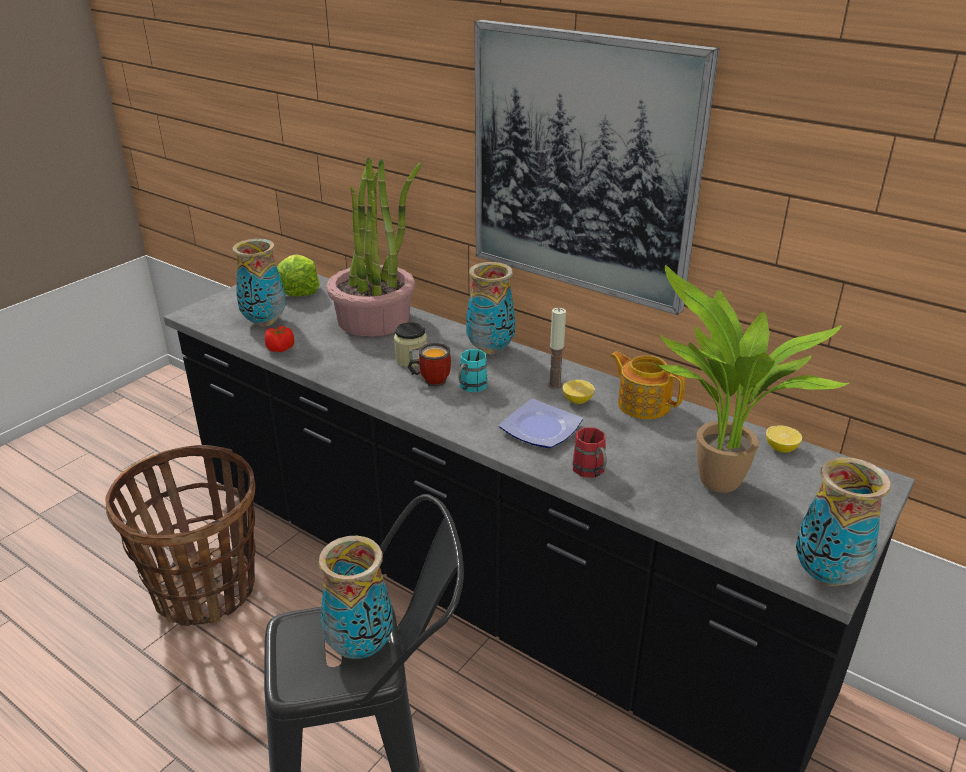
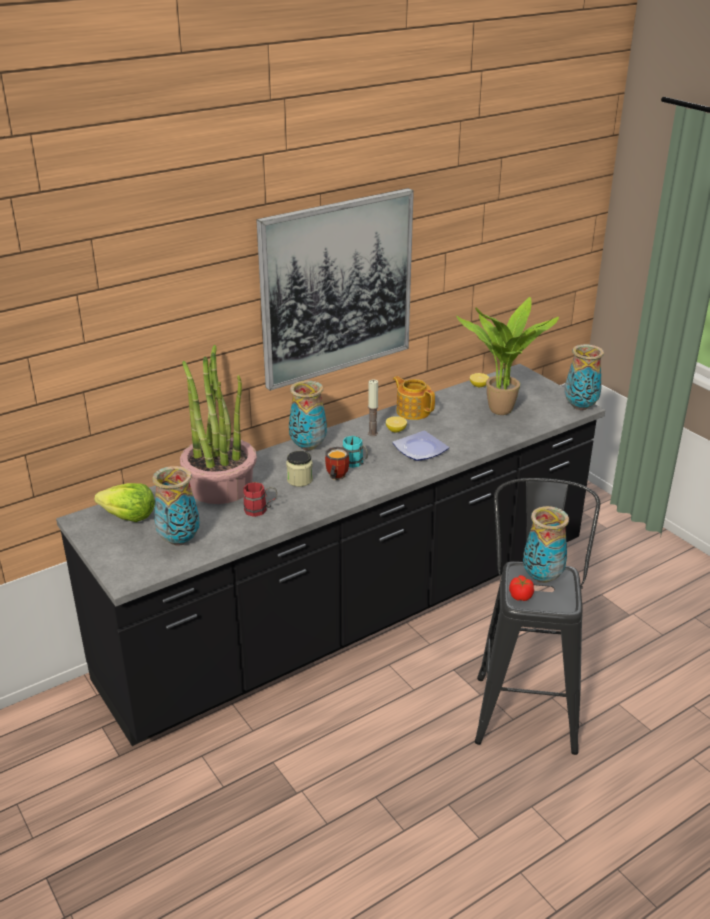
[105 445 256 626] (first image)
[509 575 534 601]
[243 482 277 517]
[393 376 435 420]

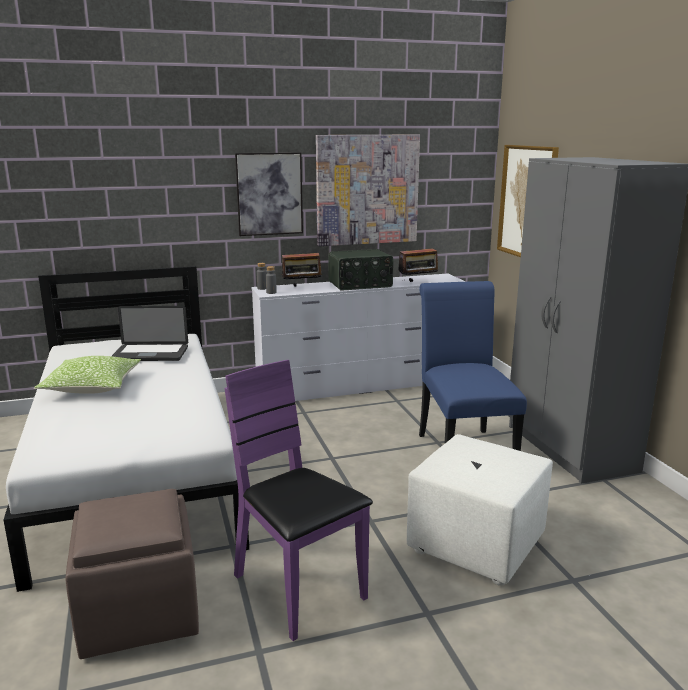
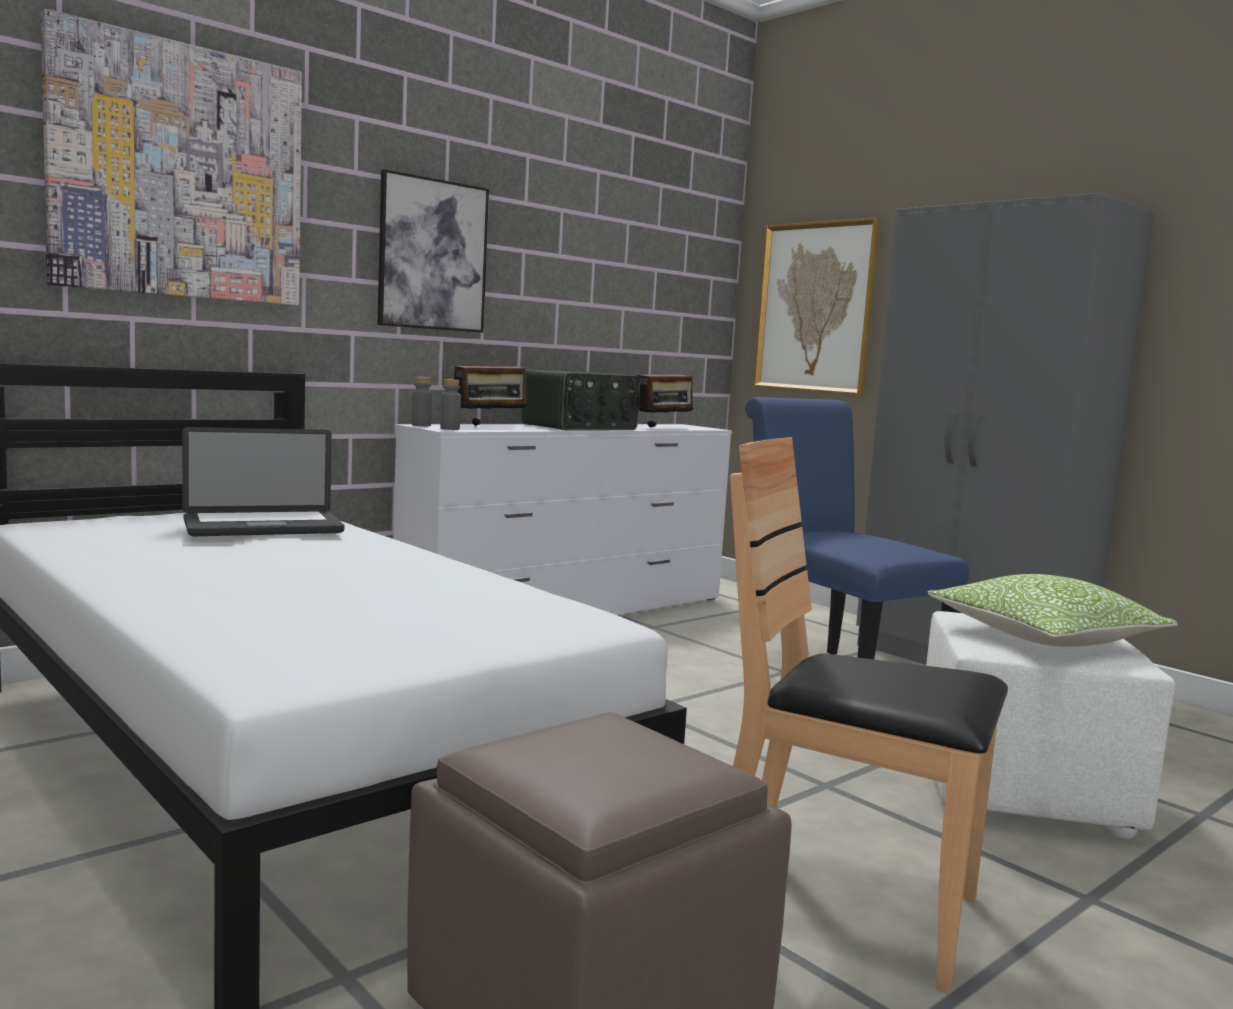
[928 574 1178 647]
[730 437 1008 993]
[41 9 302 305]

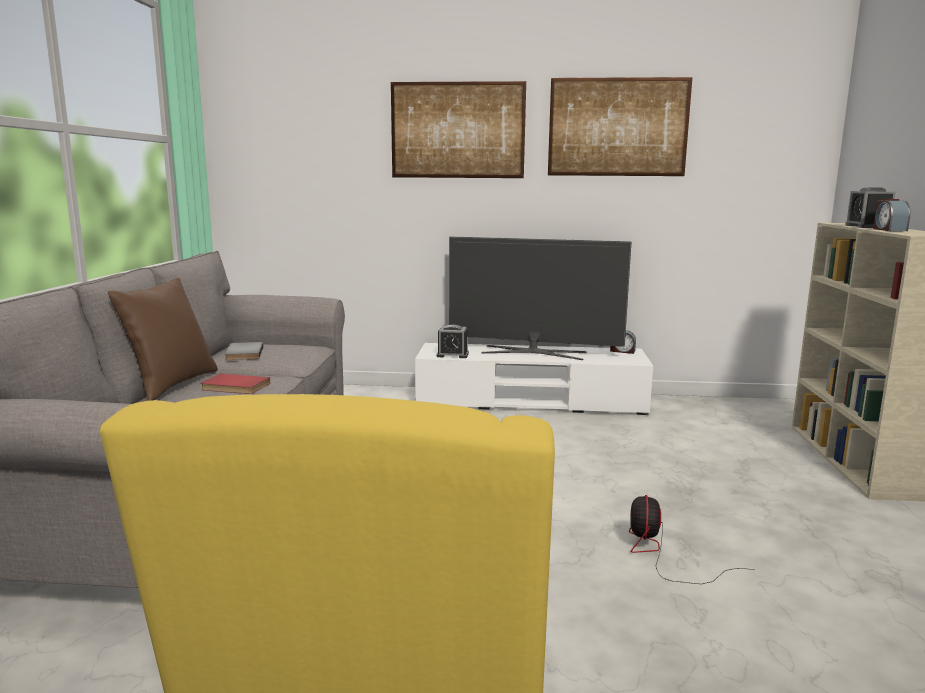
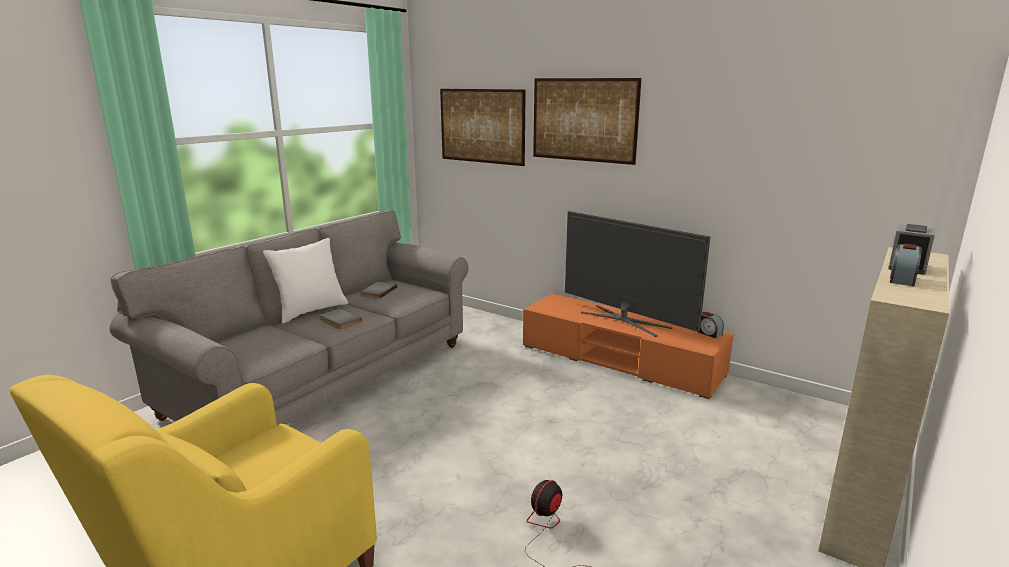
[263 238 348 324]
[319 308 362 329]
[523 293 733 399]
[436 325 469 358] (first image)
[440 89 526 166]

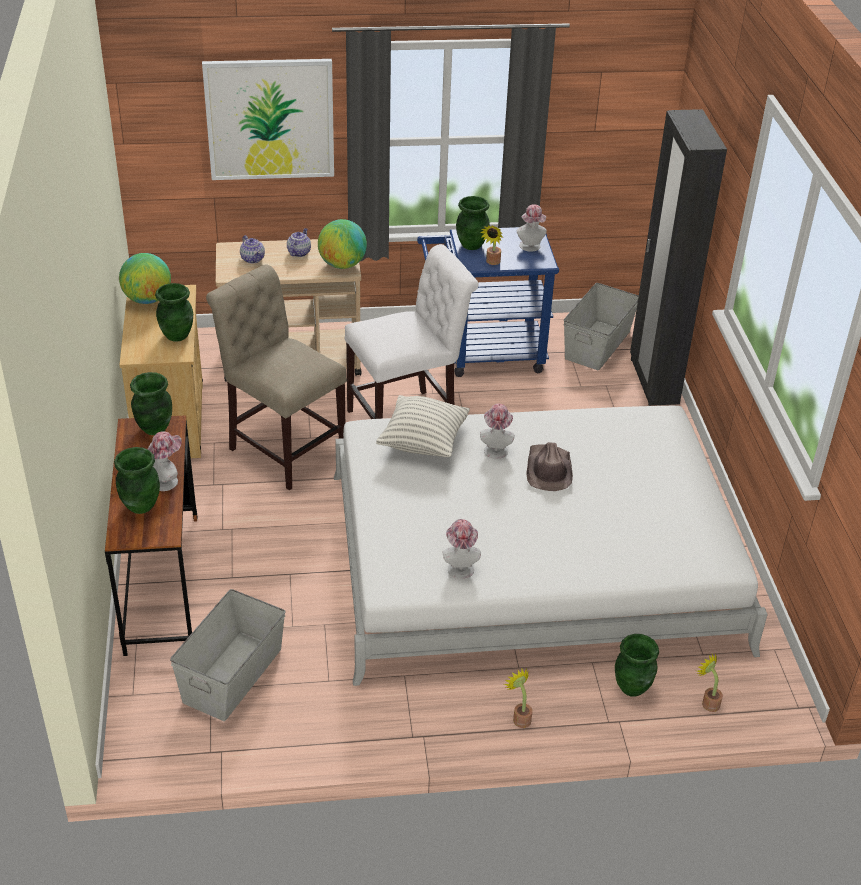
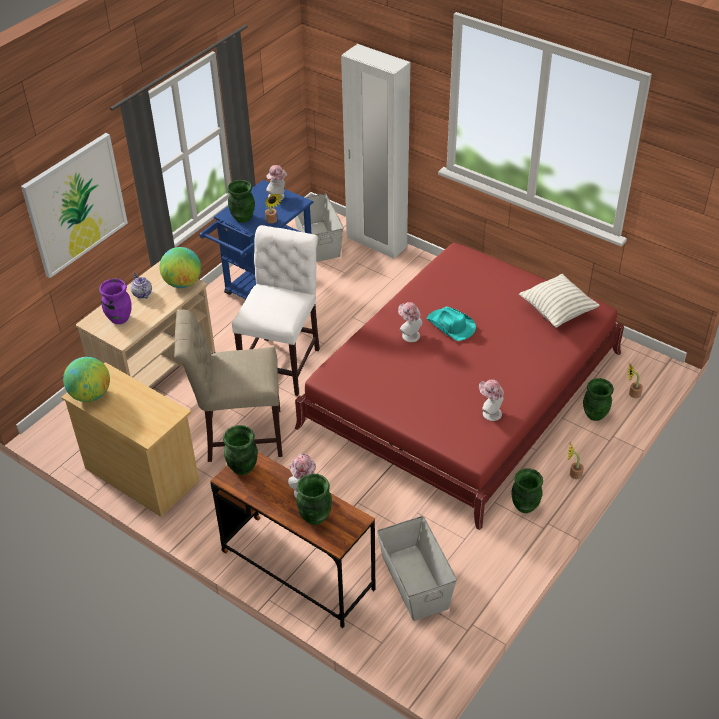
[511 468 543 513]
[99 279 132 324]
[295 243 624 530]
[519 274 600 328]
[427 306 476 341]
[341 44 410 259]

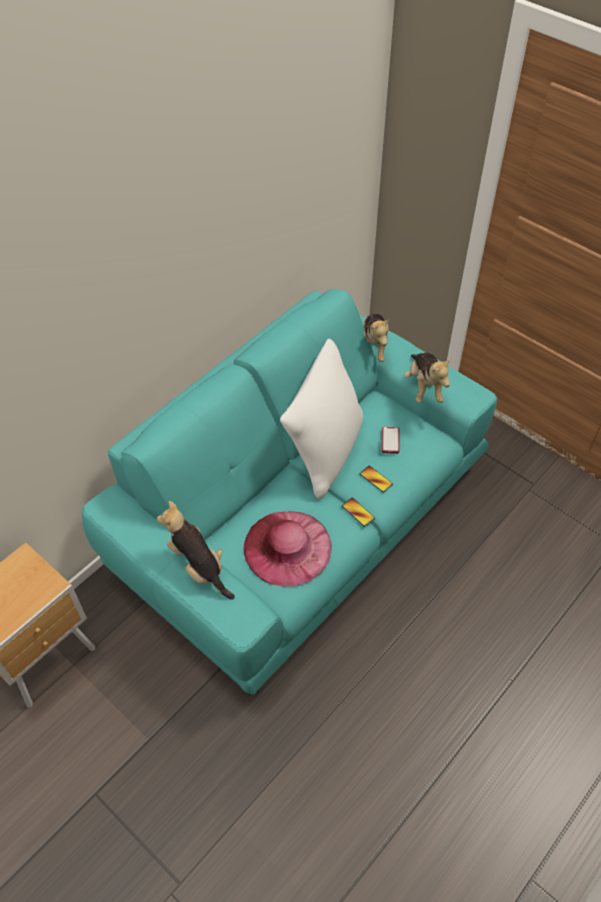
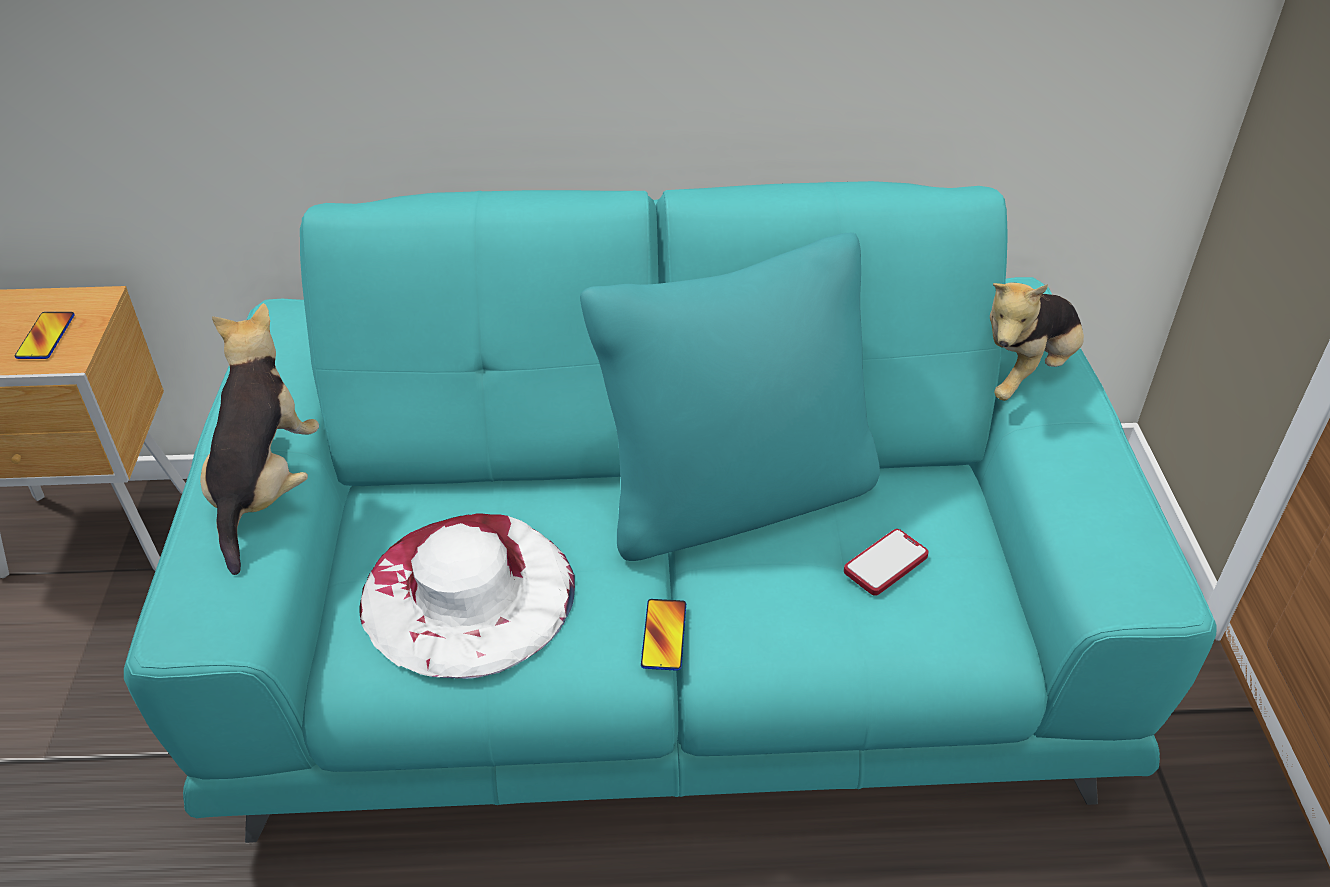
[359 513 575 679]
[580 233 880 561]
[15 312 75 359]
[404 353 451 403] (first image)

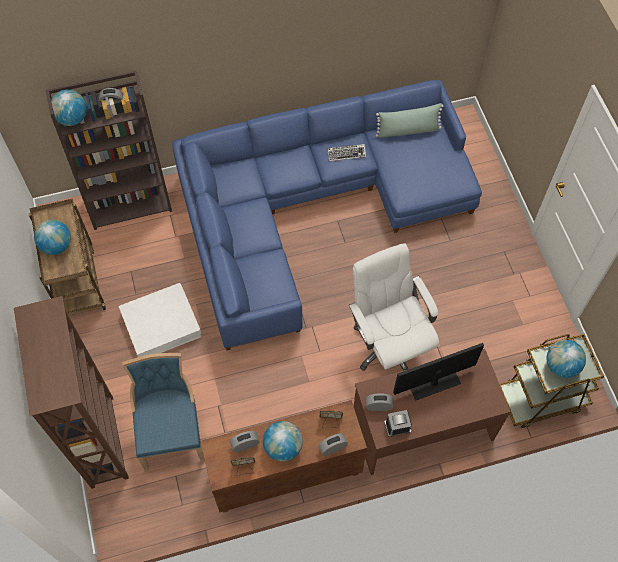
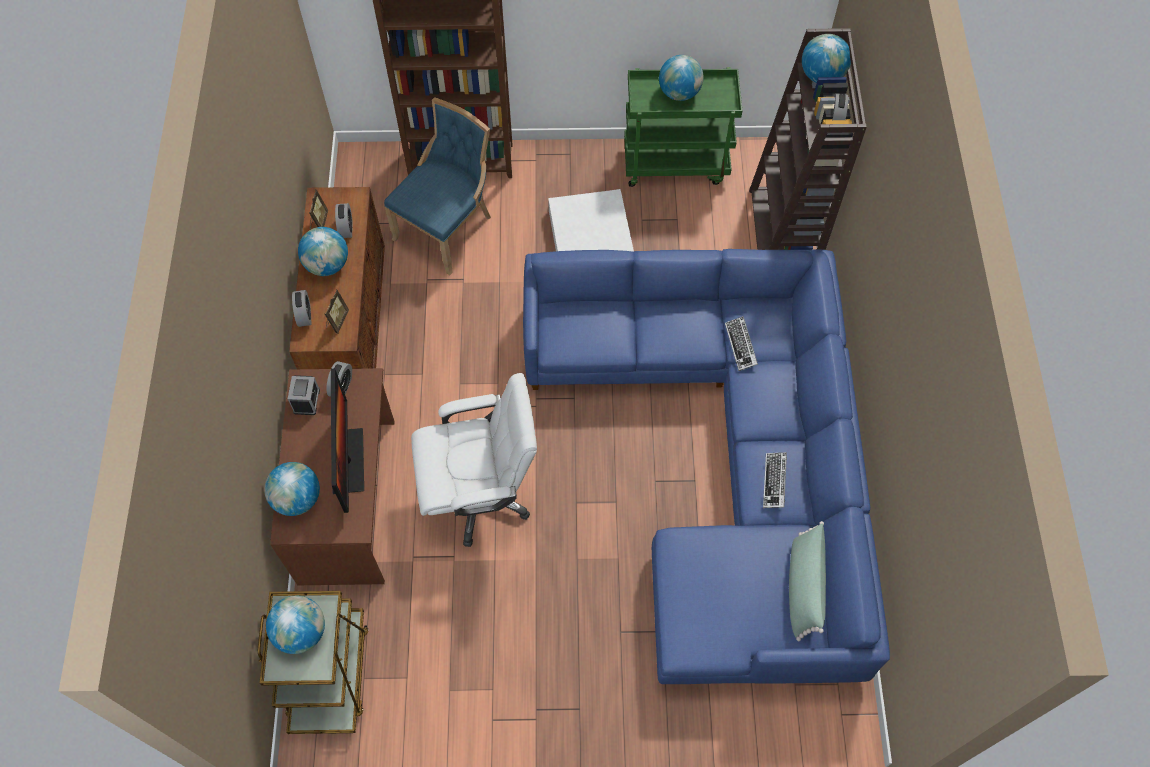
[624 67 742 187]
[384 97 491 275]
[264 462 320 516]
[725 316 758 371]

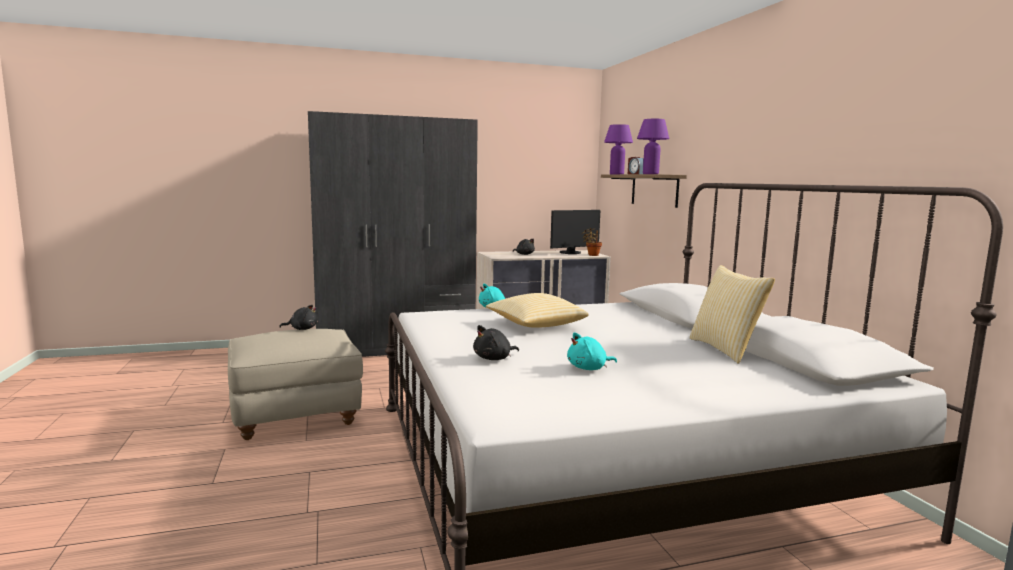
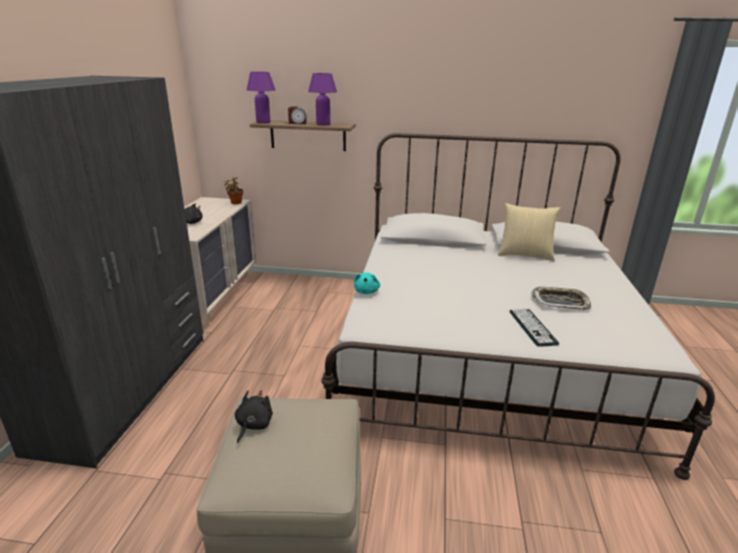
[509 308 559 347]
[486 293 589 328] (first image)
[550 210 600 254] (first image)
[531 287 591 310]

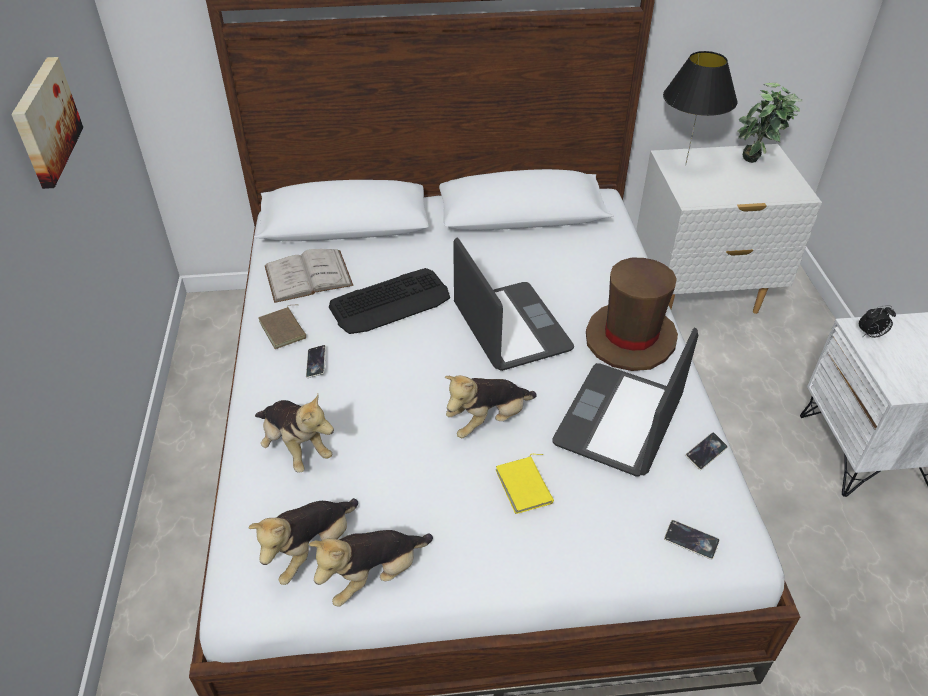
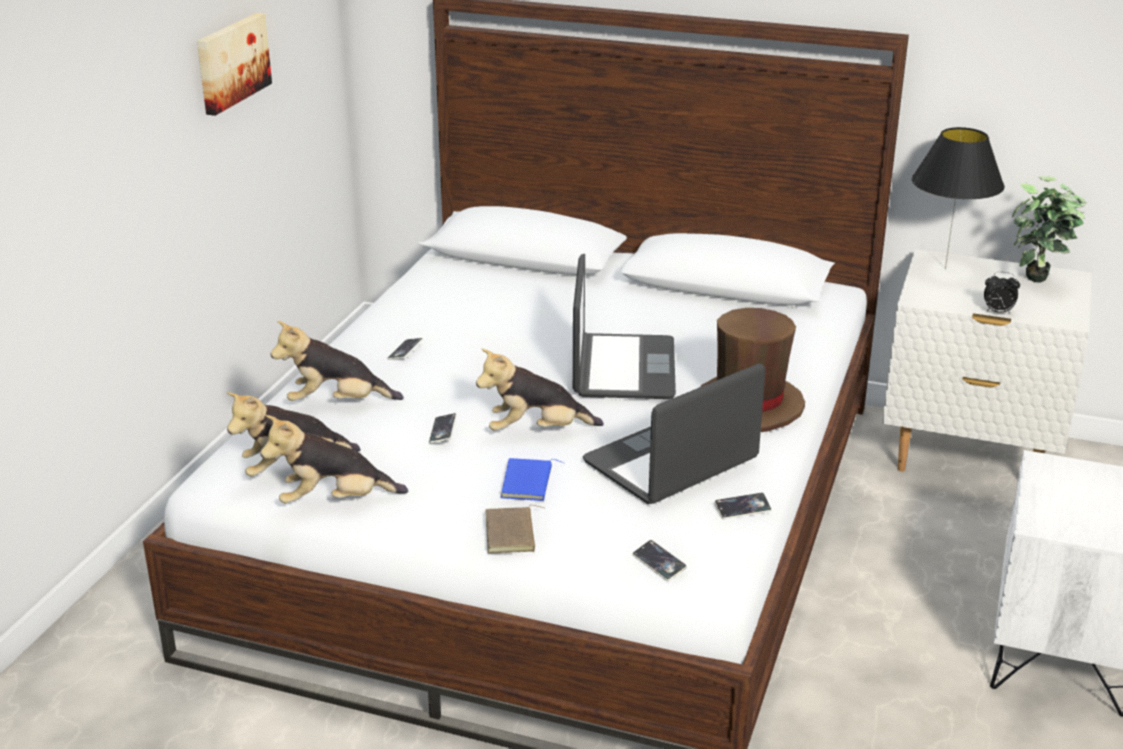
[271 321 404 401]
[485 505 545 553]
[265 249 354 303] (first image)
[329 268 450 334] (first image)
[500 458 565 501]
[984 272 1020 314]
[429 413 457 443]

